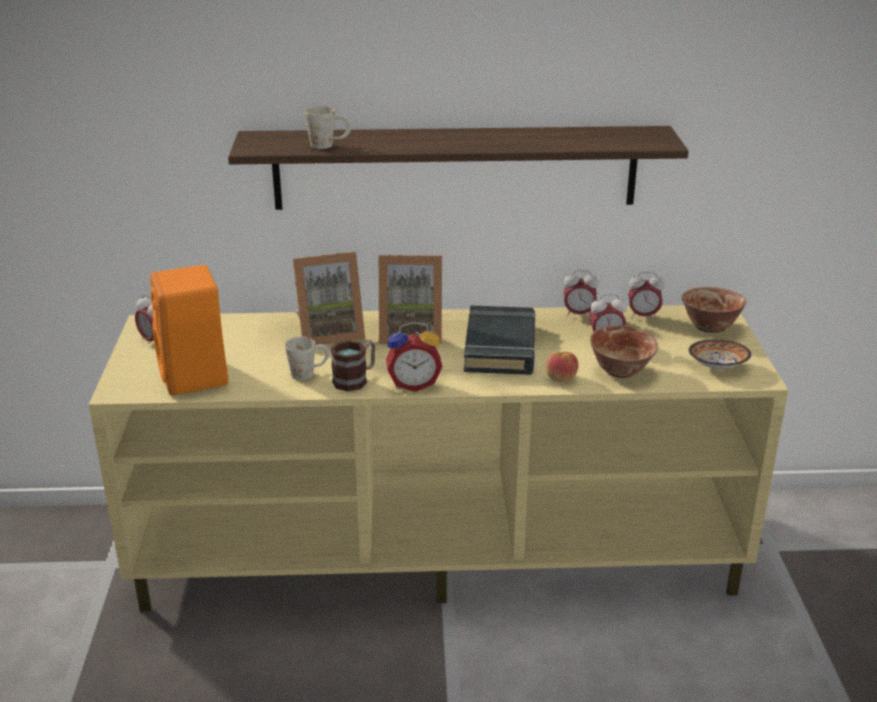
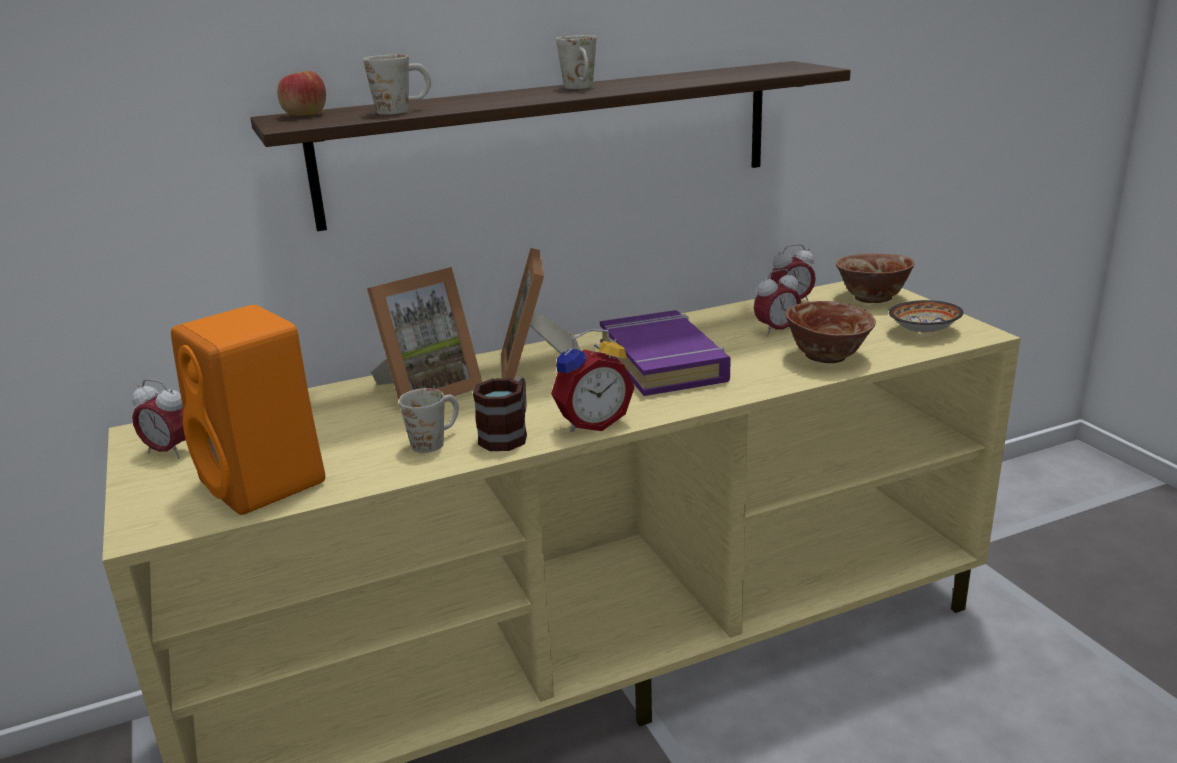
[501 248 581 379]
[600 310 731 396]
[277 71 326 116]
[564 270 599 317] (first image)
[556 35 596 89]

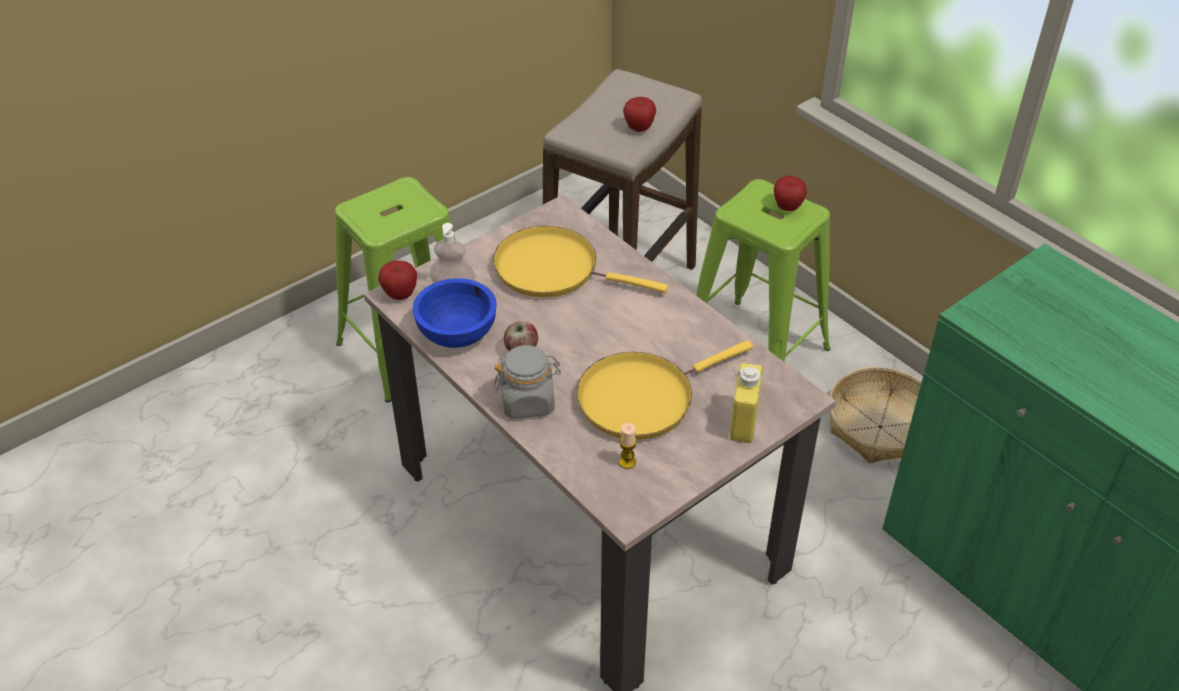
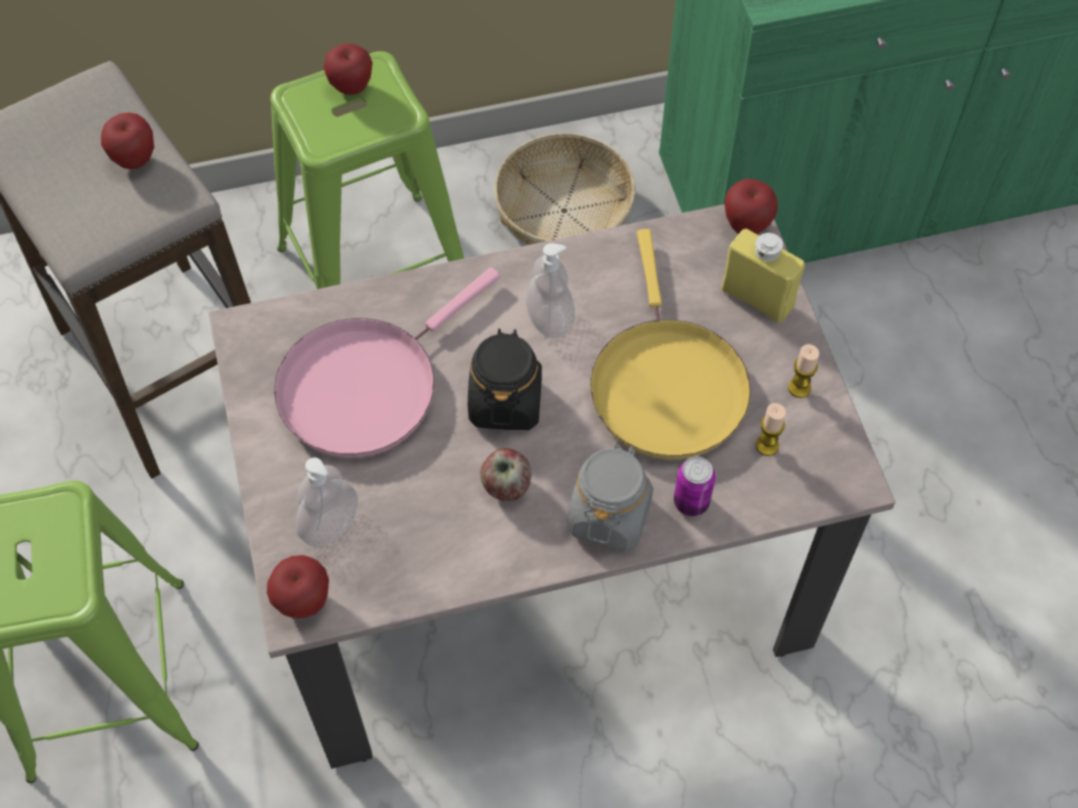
[413 278 497 348] (first image)
[274 268 500 458]
[468 329 542 430]
[526 243 575 339]
[674 457 716 516]
[725 179 778 234]
[788 344 819 398]

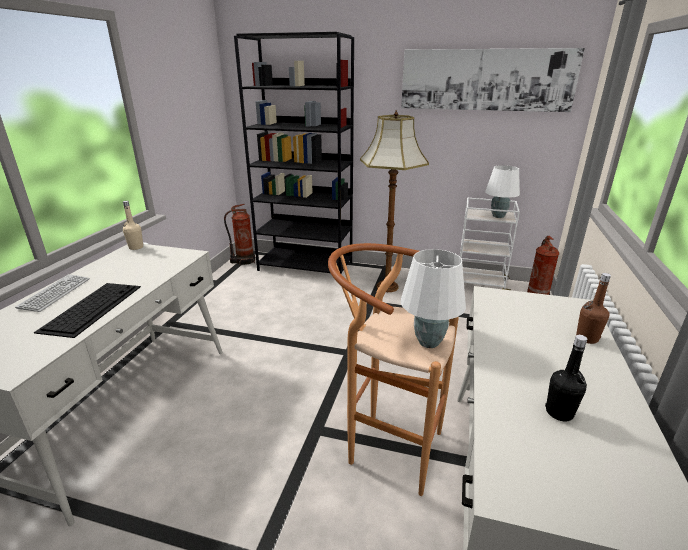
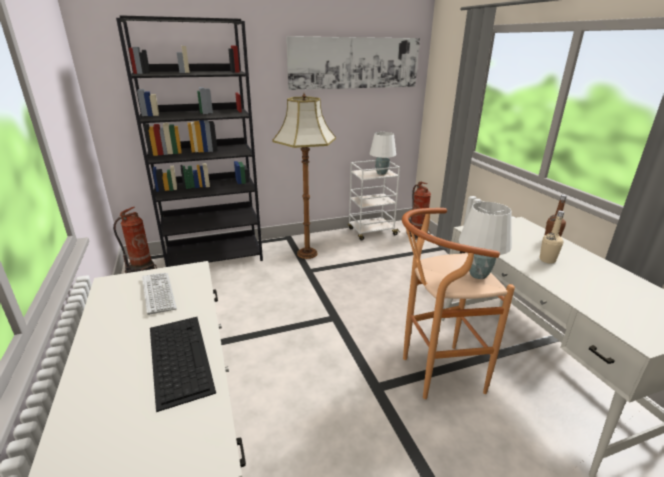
[142 273 177 315]
[539 211 564 264]
[545 335 587 421] (first image)

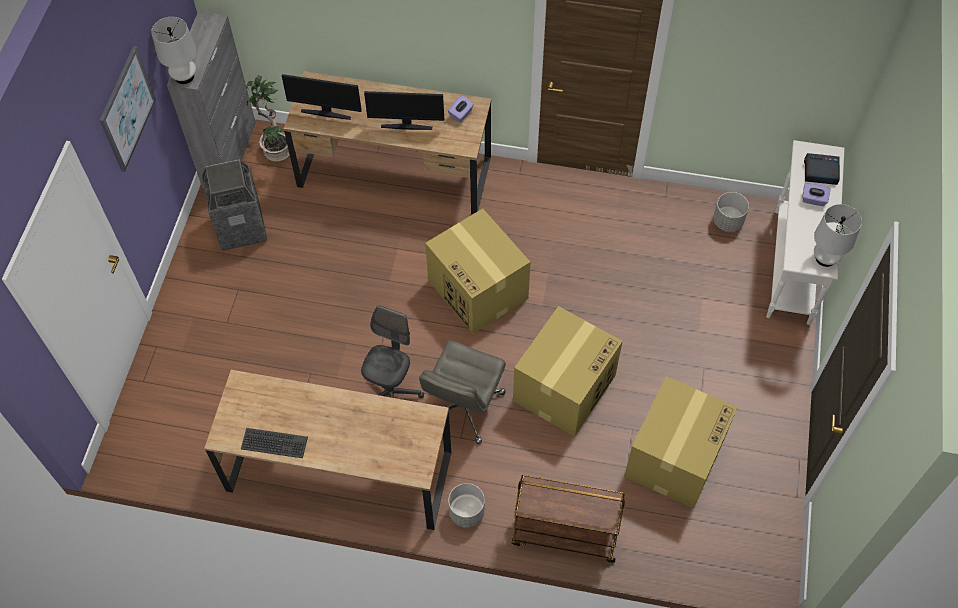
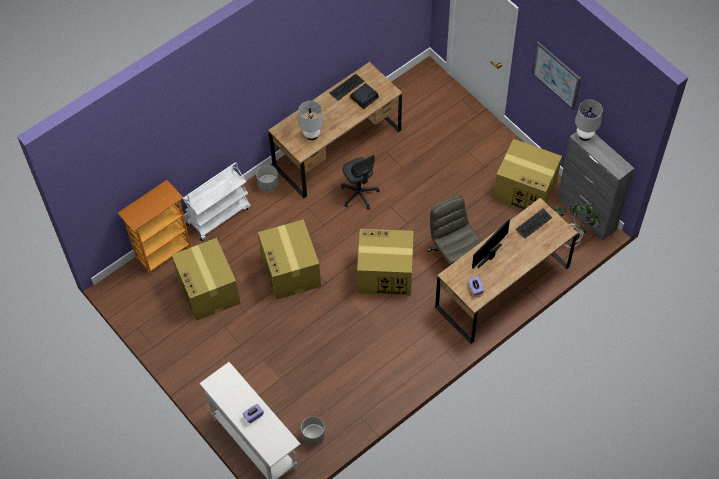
[493 139 562 210]
[515 209 553 239]
[427 195 482 265]
[183 162 251 241]
[350 83 379 109]
[299 101 323 140]
[118 180 191 276]

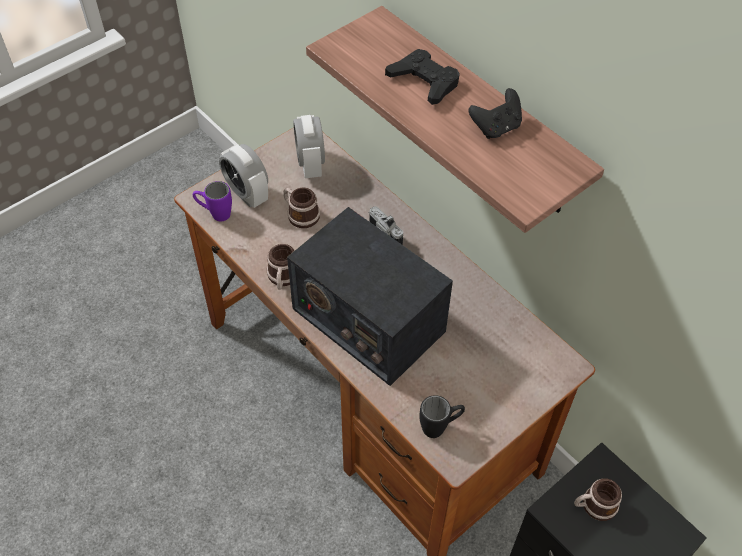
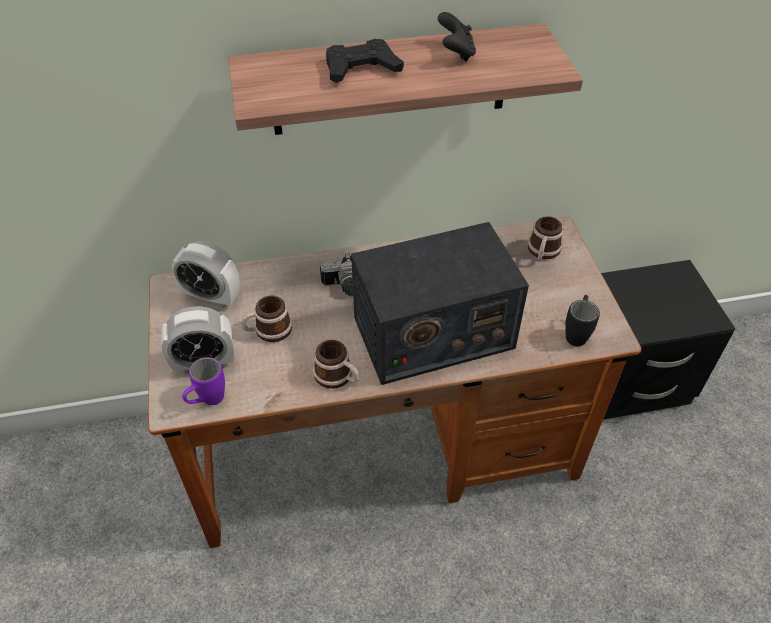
[528 216 563 260]

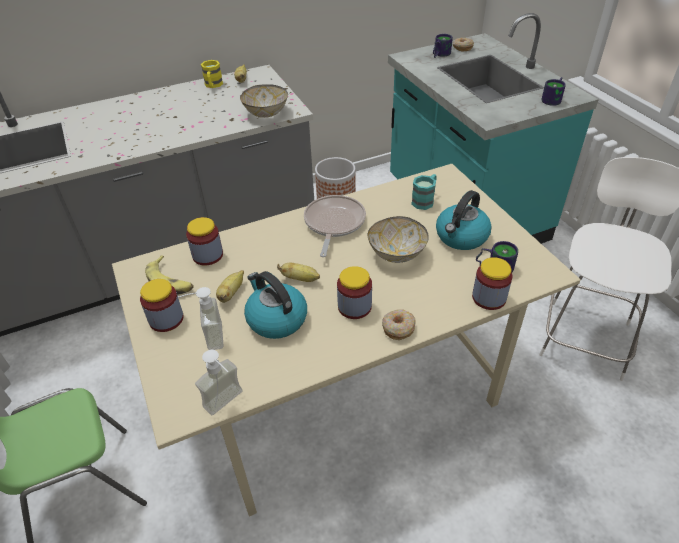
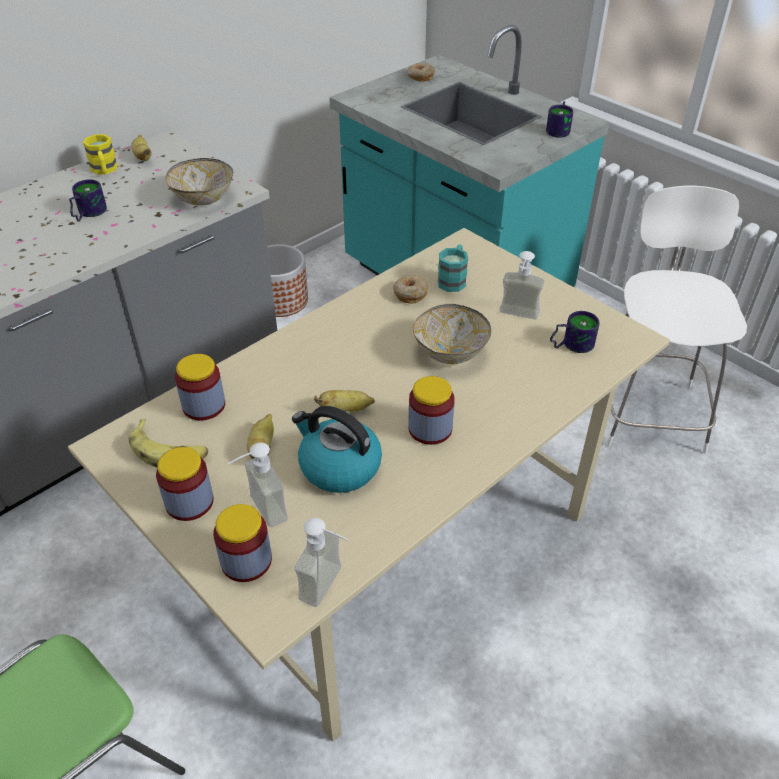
[304 195 366 257] (first image)
[393 275 428 304]
[69 179 107 222]
[499 251 544 319]
[213 504 272 582]

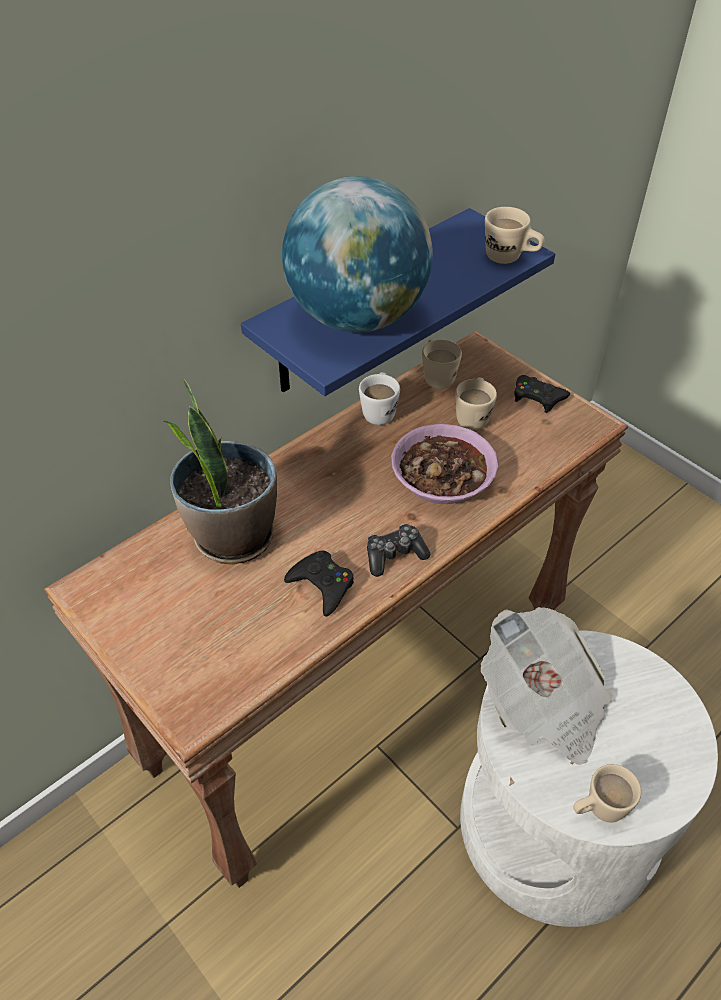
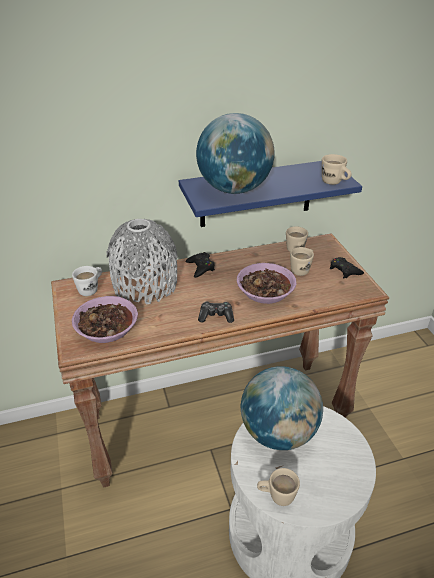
[107 219 178 305]
[186 252 215 278]
[72 266 102 296]
[241 366 323 450]
[72 296 138 343]

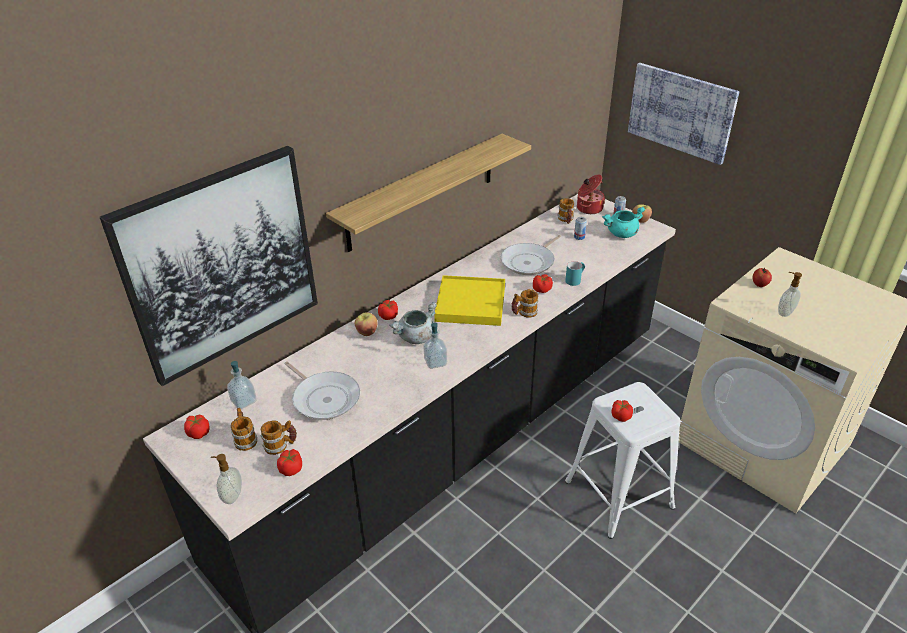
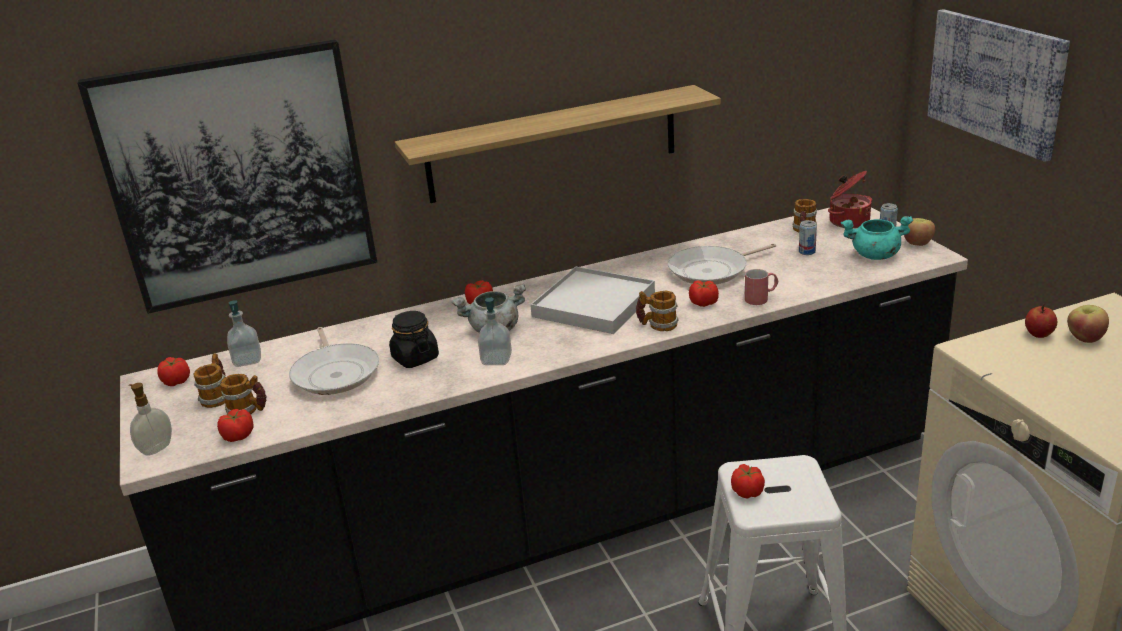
[1067 305 1109 343]
[530 266 655 334]
[745 269 778 305]
[778 272 802 317] (first image)
[389 311 439 368]

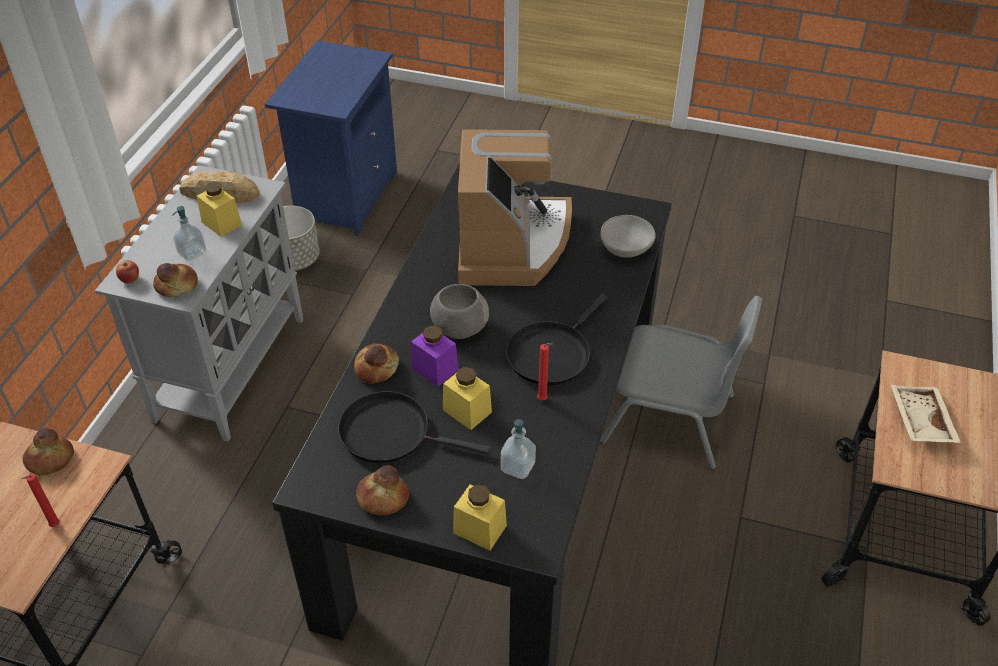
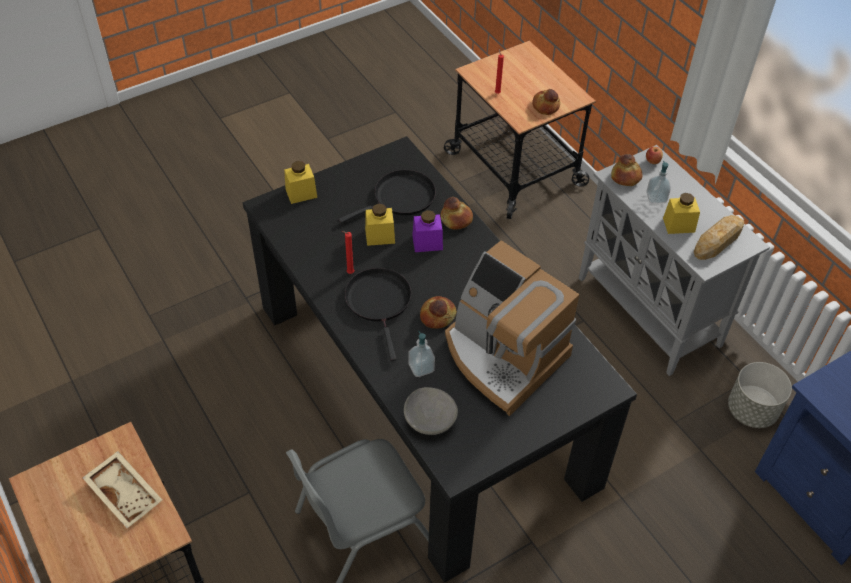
[420 296 457 329]
[430 284 489 339] (first image)
[408 331 435 377]

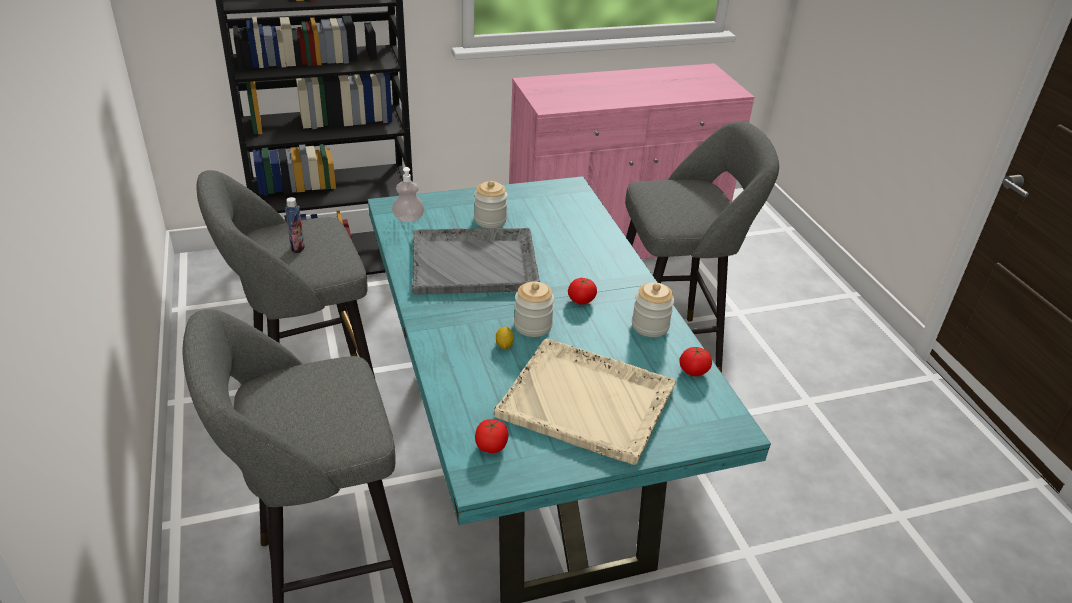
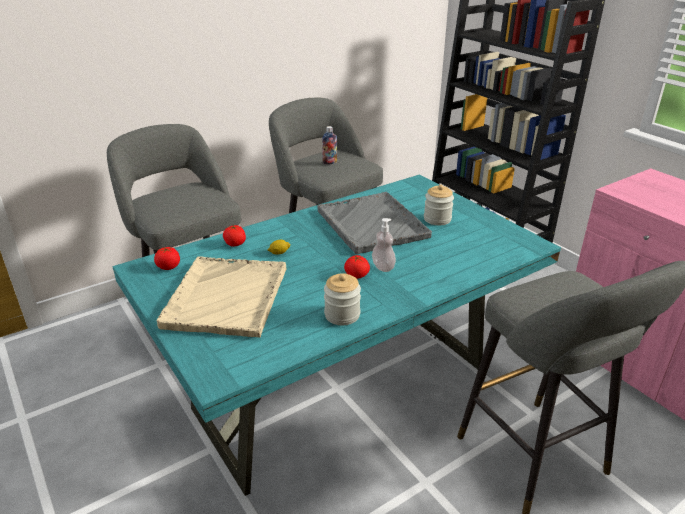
[372 218 396 272]
[514 281 554 337] (first image)
[223 225 246 246]

